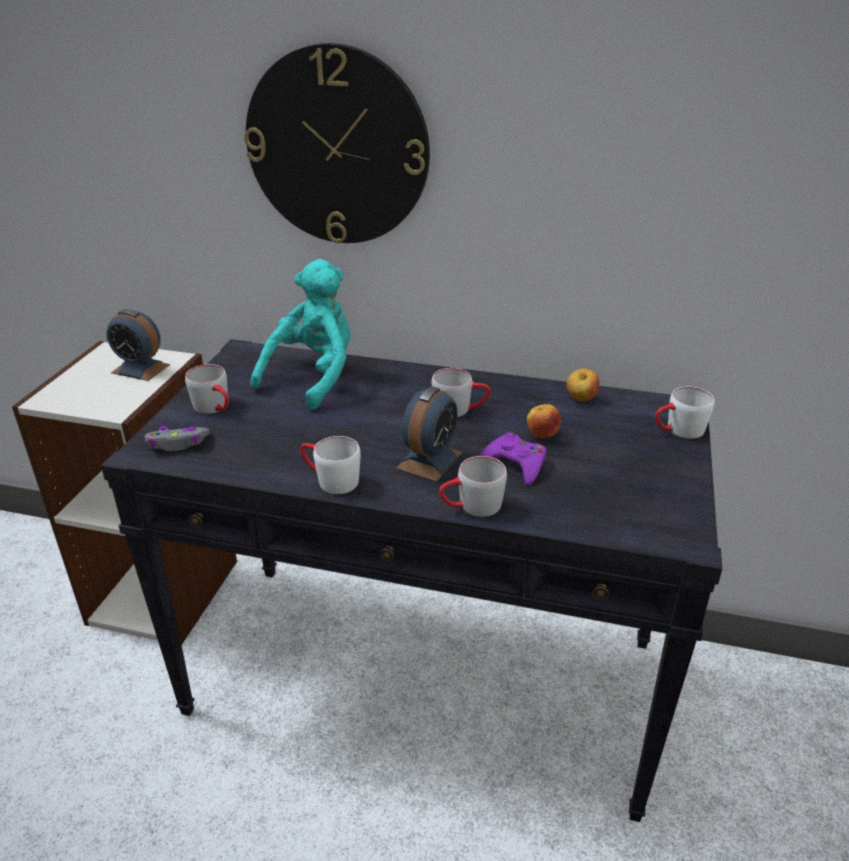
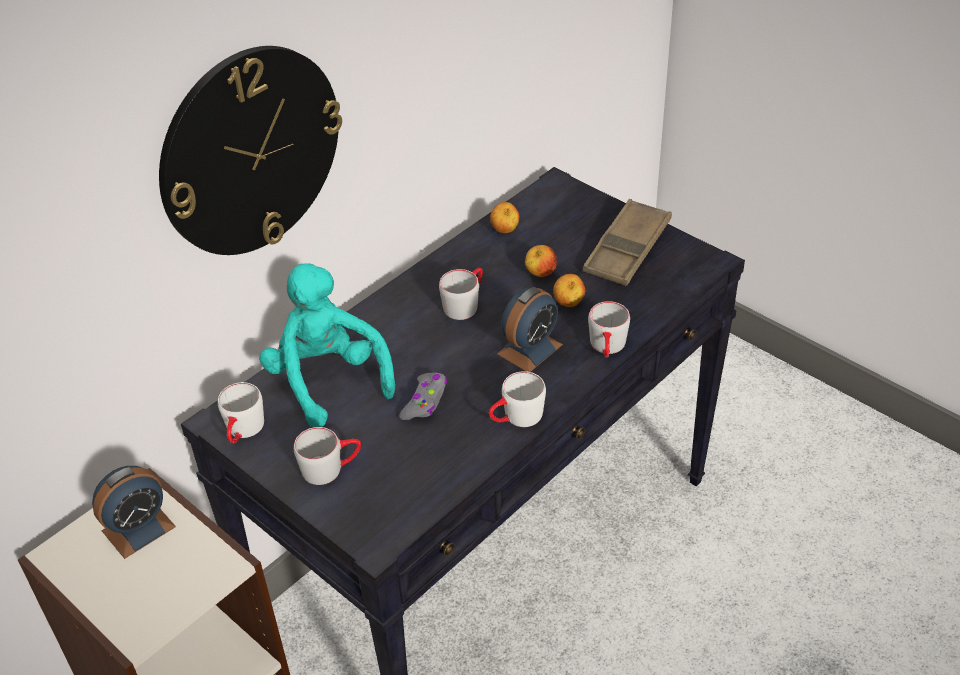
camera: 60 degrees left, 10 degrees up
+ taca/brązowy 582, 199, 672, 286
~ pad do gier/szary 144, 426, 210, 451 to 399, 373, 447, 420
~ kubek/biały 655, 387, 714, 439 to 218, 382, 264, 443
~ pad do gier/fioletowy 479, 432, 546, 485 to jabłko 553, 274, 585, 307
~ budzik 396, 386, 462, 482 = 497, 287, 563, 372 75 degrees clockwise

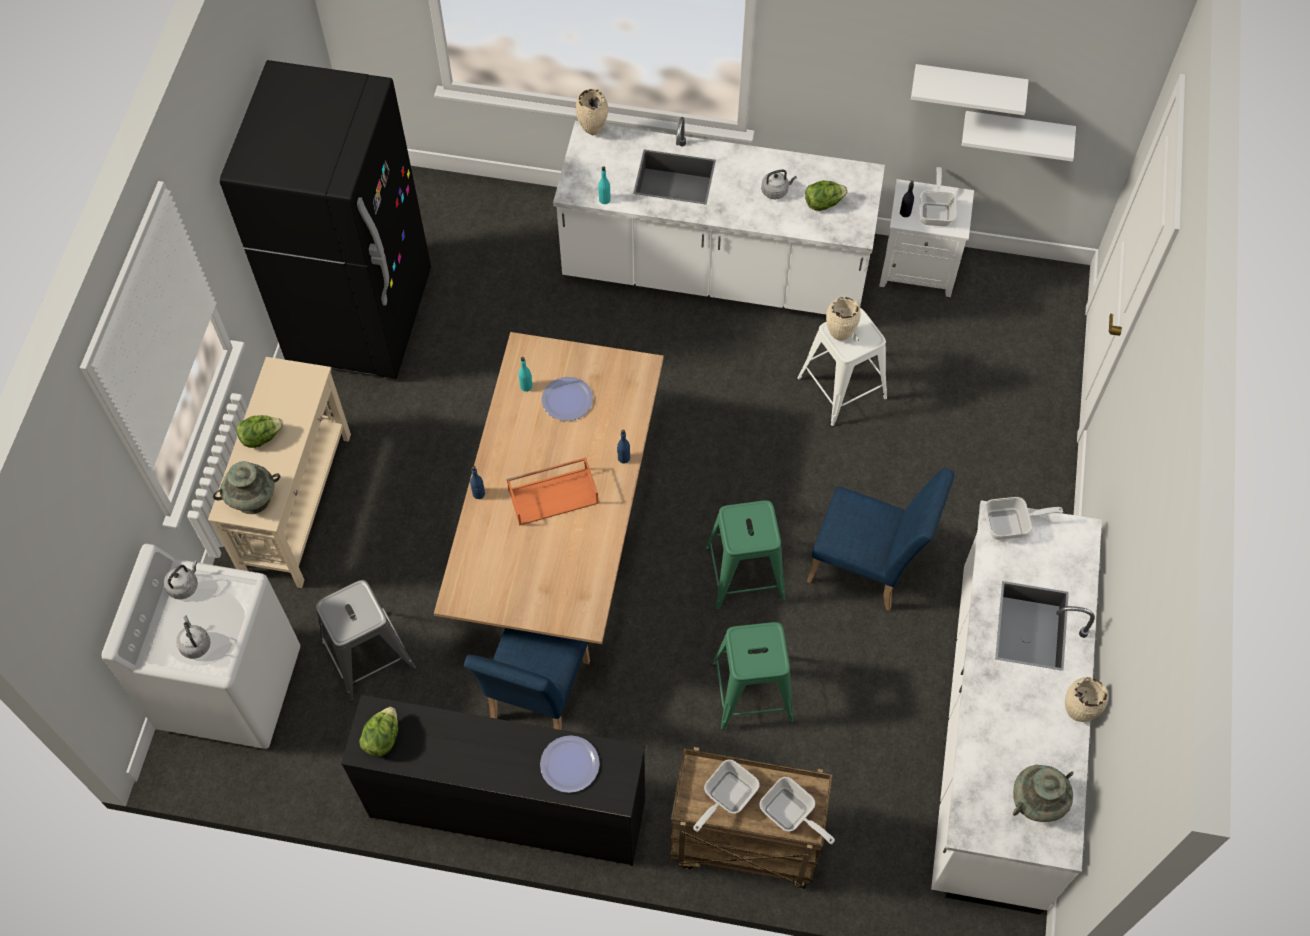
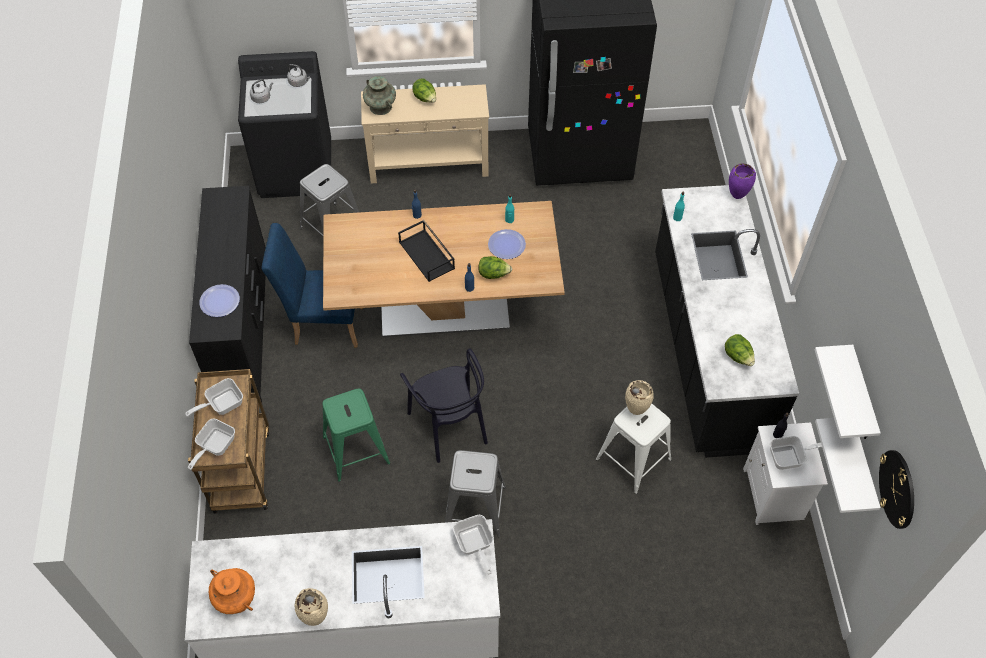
camera: 75 degrees right, 5 degrees down
- czajnik/szary 761, 169, 797, 199
+ zegar ścienny 879, 450, 914, 529
~ sałata 359, 707, 398, 757 to 478, 256, 512, 279
~ stołek/zielony 704, 500, 785, 610 to krzesło/czarny 400, 348, 488, 463
~ krzesło/niebieski 807, 468, 954, 611 to stołek/szary 445, 450, 506, 537
~ pralka/biały 101, 544, 300, 749 to pralka/czarny 238, 51, 331, 198
~ taca/pomarańczowy 506, 457, 599, 526 to taca/czarny 398, 220, 455, 282
~ zabudowa kuchenna/biały 553, 117, 885, 314 to zabudowa kuchenna/czarny 655, 185, 799, 458
~ wazon/beżowy 576, 89, 608, 135 to wazon/fioletowy 729, 164, 756, 199
~ wazon/turkusowy 1013, 765, 1074, 822 to wazon/pomarańczowy 209, 568, 255, 614
~ patelnia 693, 759, 760, 832 = 185, 378, 243, 417 60 degrees counterclockwise

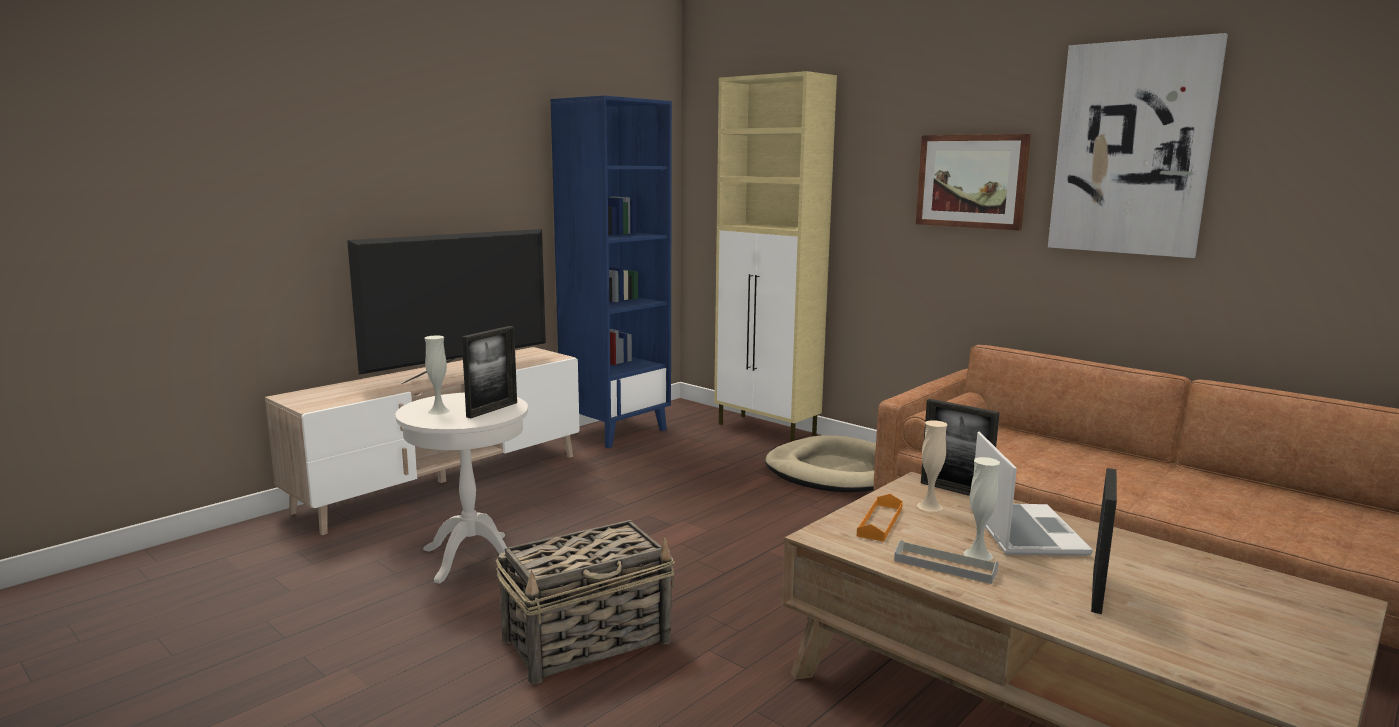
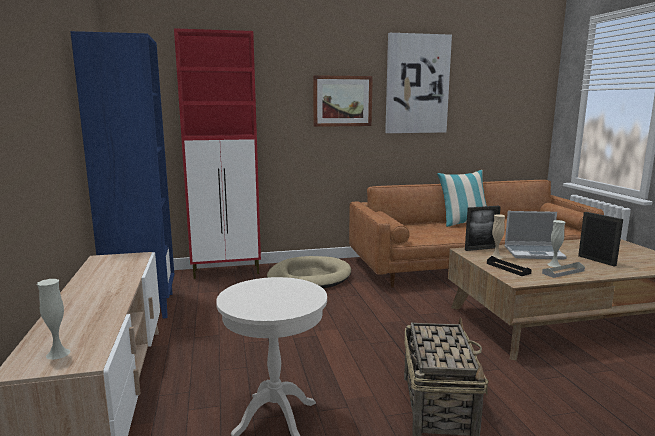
camera: 55 degrees left, 0 degrees up
- telewizor 347, 229, 546, 384
- ramka na zdjęcie 462, 326, 517, 418
+ poduszka 437, 170, 487, 227
~ wazon/biały 424, 335, 450, 415 to 37, 279, 71, 360
~ szafka/beżowy 714, 71, 837, 442 to szafka/czerwony 174, 28, 261, 279
~ taca/pomarańczowy 857, 494, 903, 542 to taca/czarny 487, 256, 532, 276
~ laptop 970, 431, 1093, 556 = 504, 211, 567, 260 150 degrees clockwise

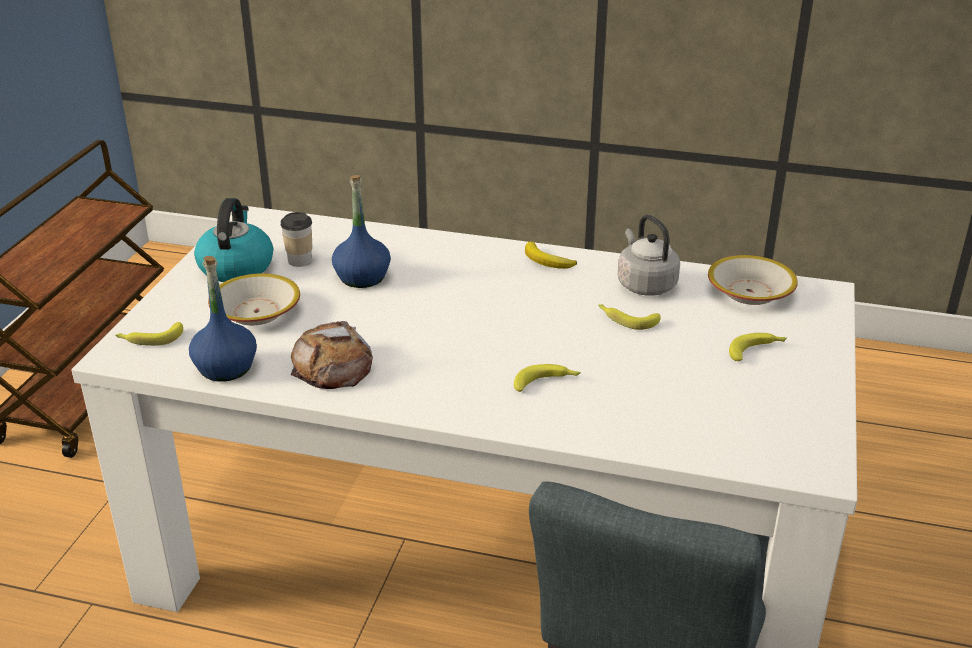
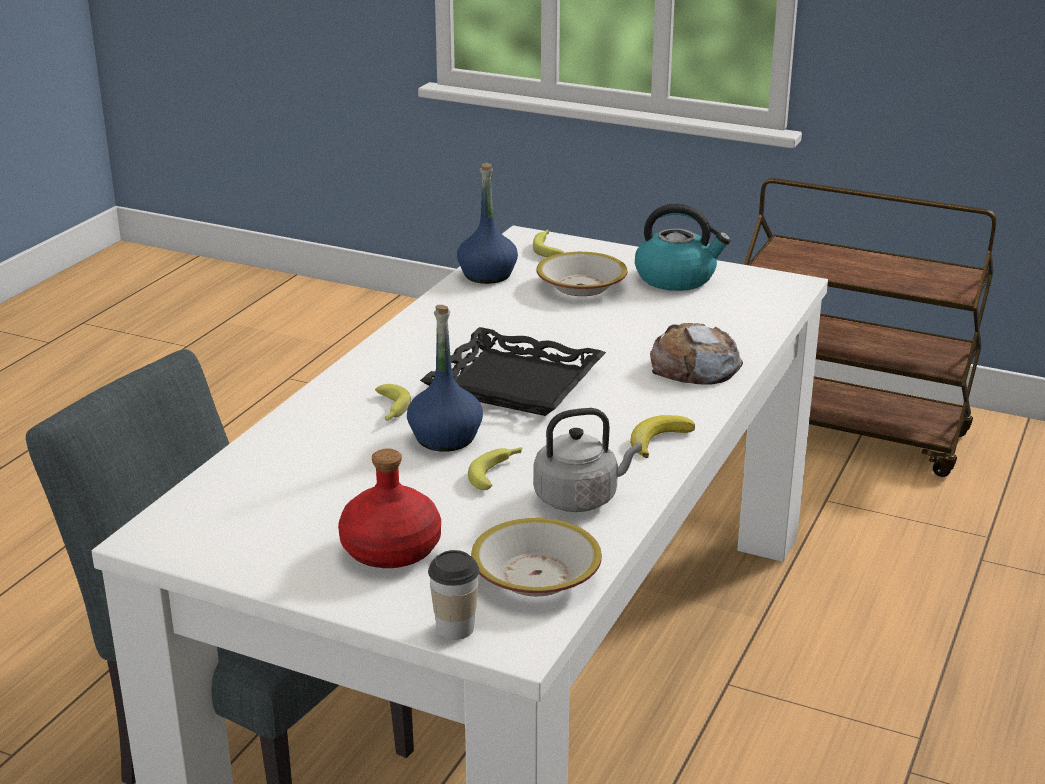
camera: 100 degrees right, 5 degrees down
+ taca/czarny 420, 327, 606, 416
~ filiżanka 281, 212, 312, 267 to 428, 550, 479, 640
~ chleb 291, 321, 373, 389 to 650, 323, 743, 385
~ butelka/niebieski 332, 175, 391, 288 to 407, 305, 483, 452
~ banan 729, 333, 787, 361 to butelka/czerwony 338, 448, 441, 568

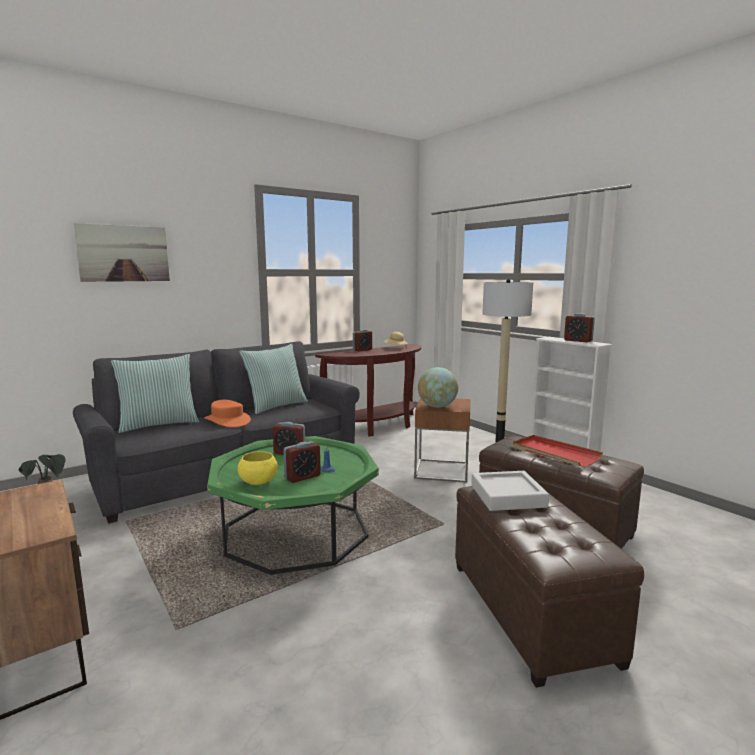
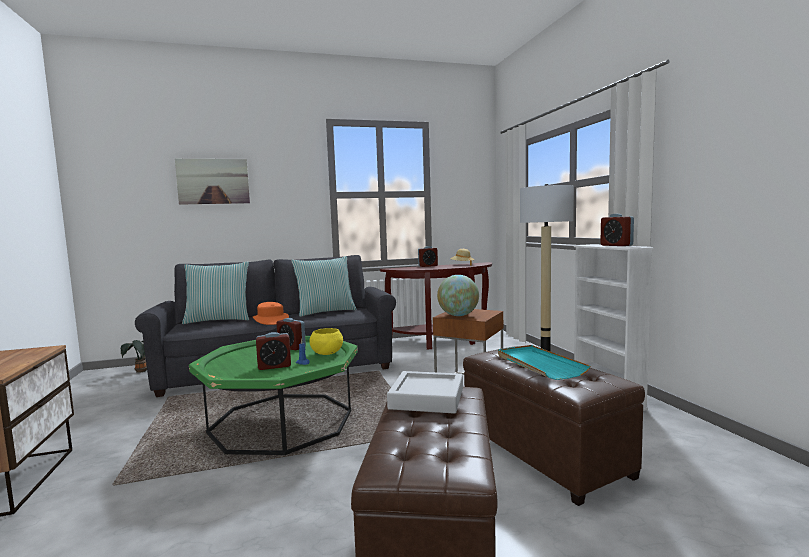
camera: 20 degrees right, 5 degrees down
~ miska/żółty 237, 451, 278, 485 to 309, 328, 343, 355
~ taca/czerwony 512, 435, 603, 467 to taca/turkusowy 498, 345, 590, 380

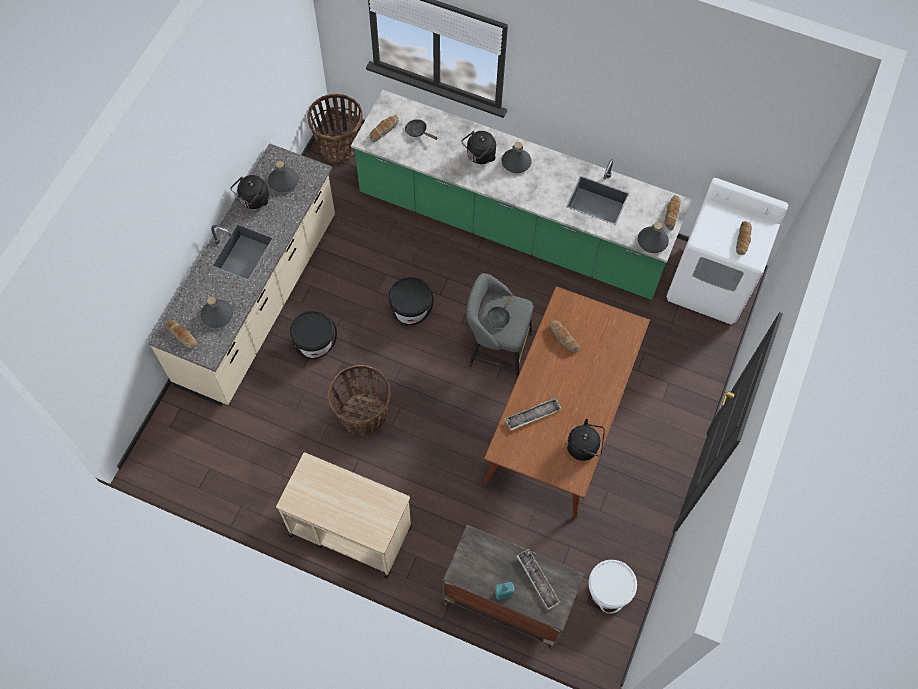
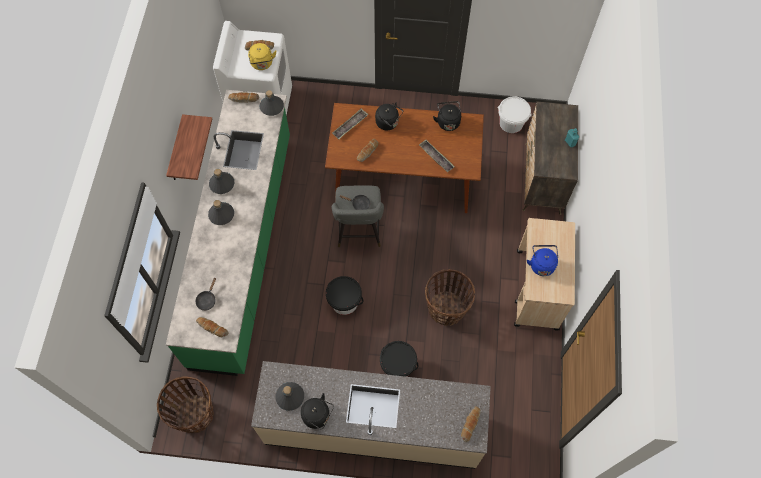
camera: 105 degrees left, 0 degrees up
+ półka 166, 114, 212, 180
+ czajnik/żółty 248, 43, 277, 70
+ czajnik/niebieski 527, 245, 558, 276
~ butelka/szary 201, 297, 233, 328 to 209, 169, 234, 194
~ czajnik/czarny 462, 131, 496, 164 to 375, 103, 403, 130
~ taca 517, 549, 561, 610 to 332, 109, 368, 139

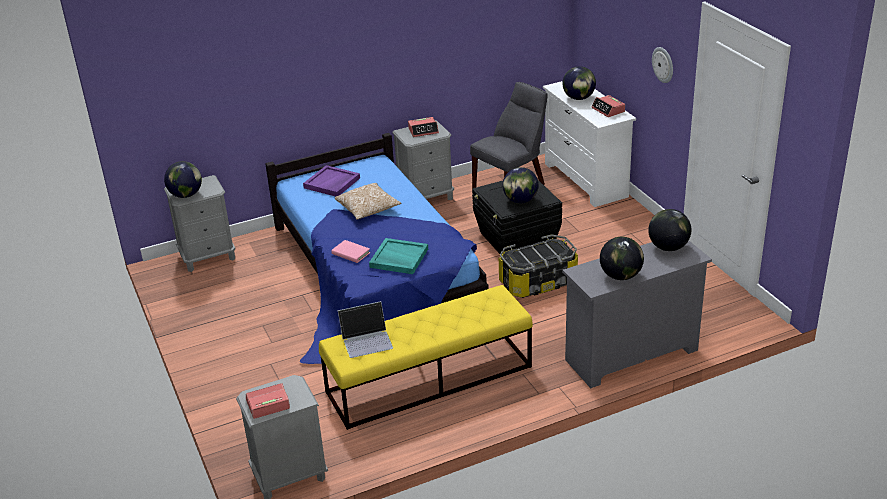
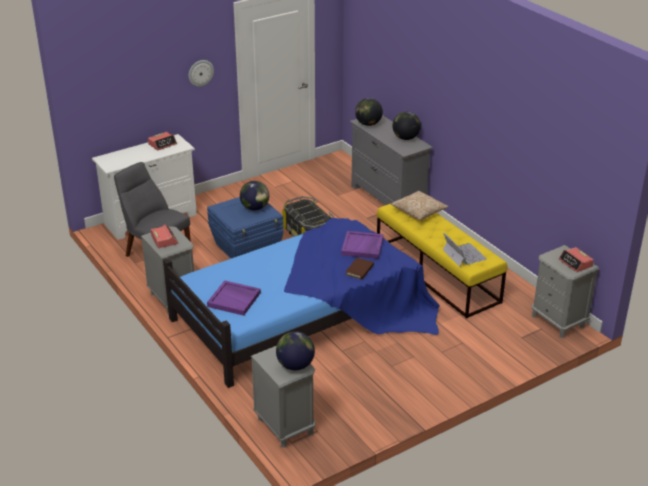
camera: 100 degrees left, 0 degrees up
- globus 562, 66, 596, 100
~ poduszka 335, 183, 402, 220 to 391, 191, 449, 221
~ książka/różowy 331, 240, 370, 263 to książka/brązowy 346, 258, 374, 279
~ taca/turkusowy 369, 238, 428, 274 to taca/fioletowy 341, 231, 384, 259
~ pojemnik do przechowywania/czarny 472, 180, 562, 254 to pojemnik do przechowywania/niebieski 207, 197, 284, 259

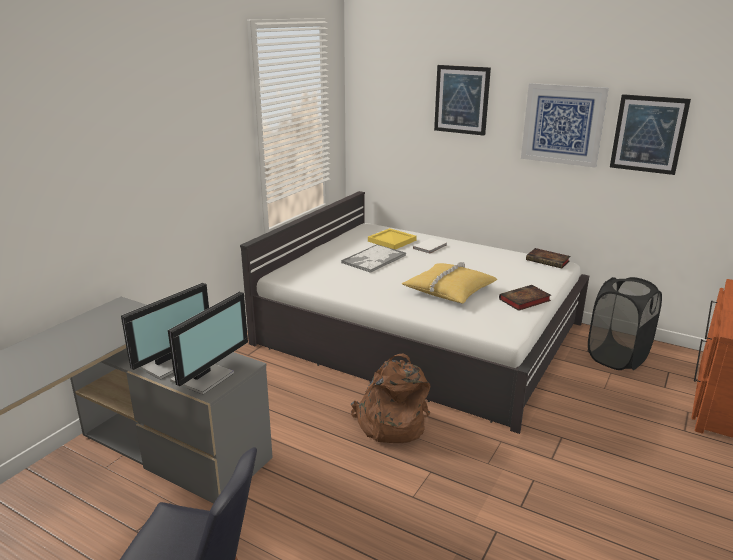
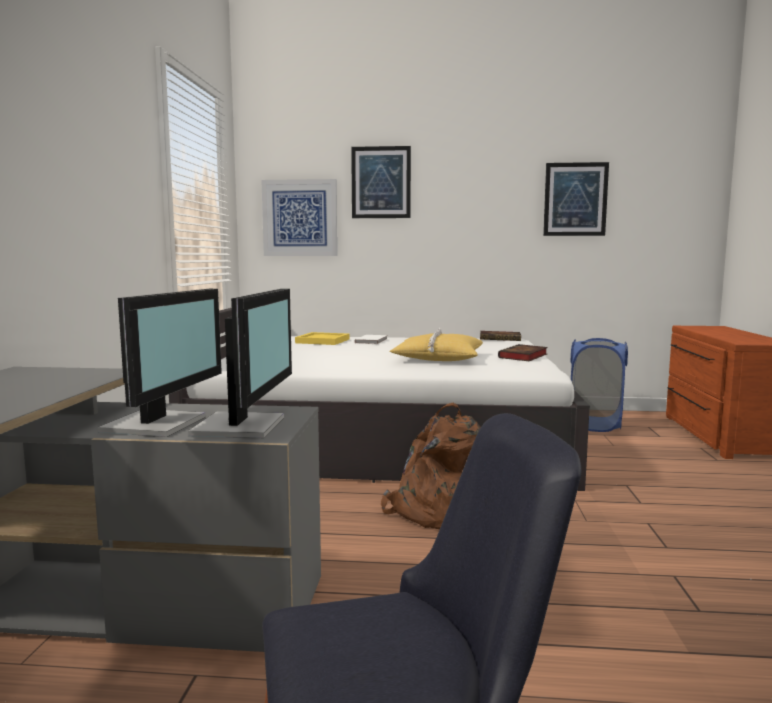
camera: 25 degrees left, 15 degrees down
- taca 341, 245, 406, 273
~ obraz 521, 83, 608, 167 to 261, 179, 337, 256
~ kosz na pranie/czarny 588, 277, 662, 370 to kosz na pranie/niebieski 571, 338, 628, 432

